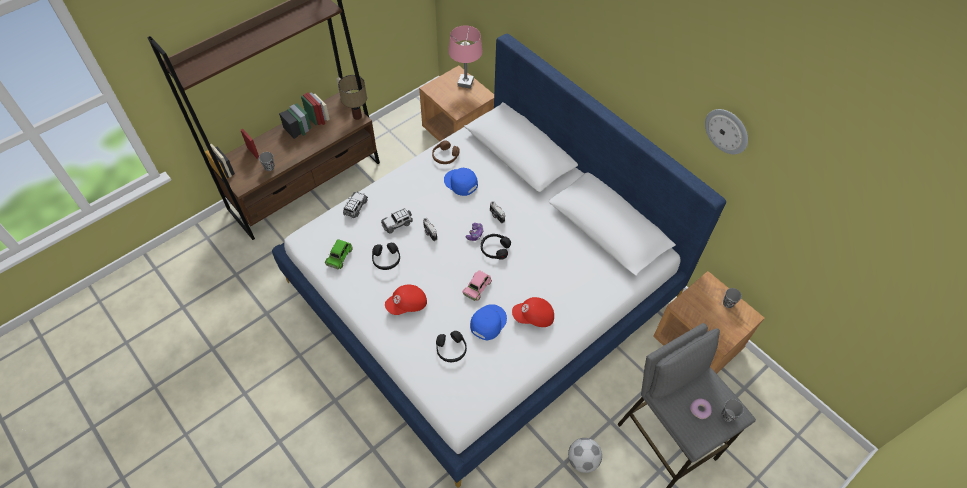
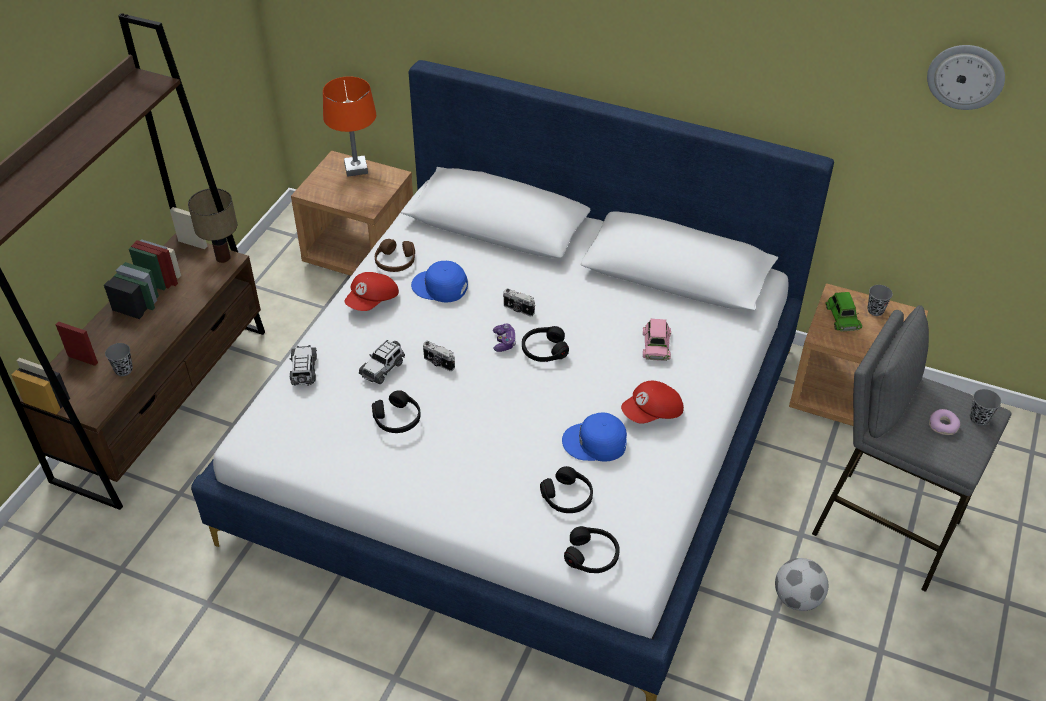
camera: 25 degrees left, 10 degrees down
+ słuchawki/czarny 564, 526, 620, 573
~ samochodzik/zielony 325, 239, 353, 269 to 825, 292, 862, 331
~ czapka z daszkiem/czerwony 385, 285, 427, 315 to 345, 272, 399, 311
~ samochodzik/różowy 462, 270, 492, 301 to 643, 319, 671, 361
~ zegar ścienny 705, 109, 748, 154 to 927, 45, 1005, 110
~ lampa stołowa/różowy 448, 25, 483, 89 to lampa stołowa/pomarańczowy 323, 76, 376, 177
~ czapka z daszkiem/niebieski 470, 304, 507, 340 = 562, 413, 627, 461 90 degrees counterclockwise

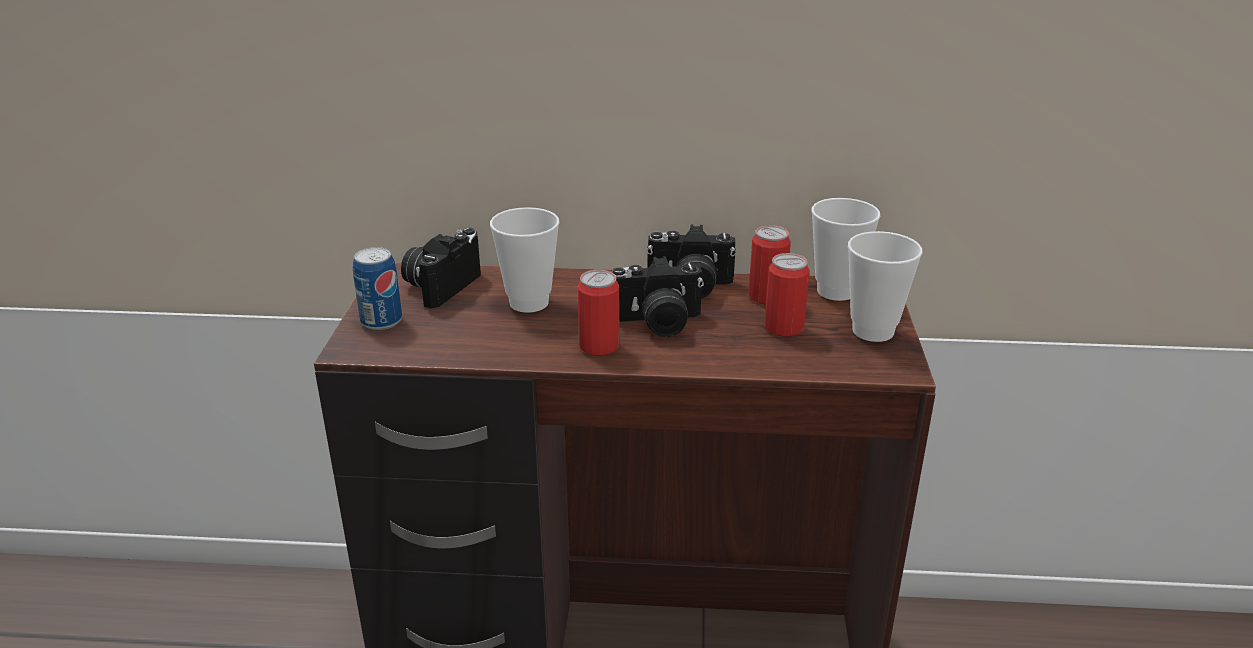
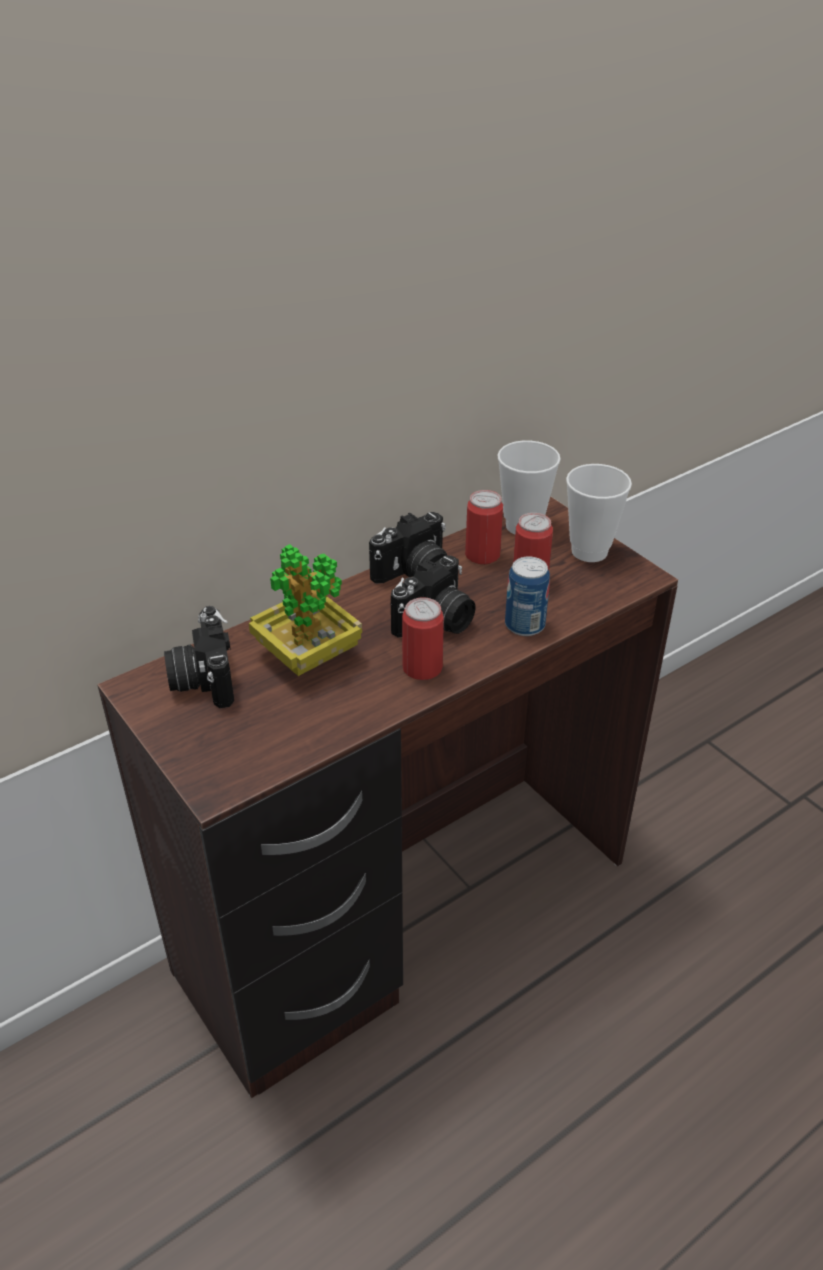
camera: 40 degrees left, 10 degrees up
~ puszka 353, 247, 402, 330 to 505, 556, 550, 636
~ filiżanka 490, 207, 560, 313 to roślina doniczkowa 249, 544, 362, 676

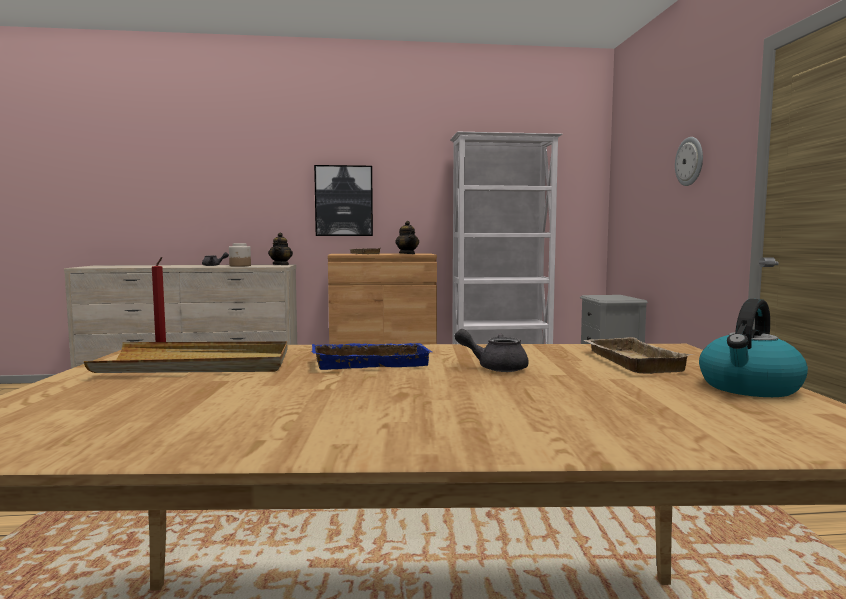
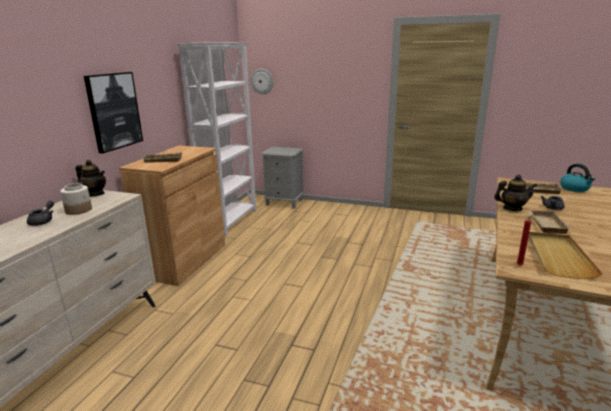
camera: 65 degrees left, 15 degrees up
~ imbryk 395, 221, 419, 254 to 494, 175, 537, 211
~ zegar ścienny 675, 137, 703, 186 to 251, 69, 274, 94
~ taca/niebieski 311, 343, 432, 370 to taca/beżowy 528, 210, 570, 234

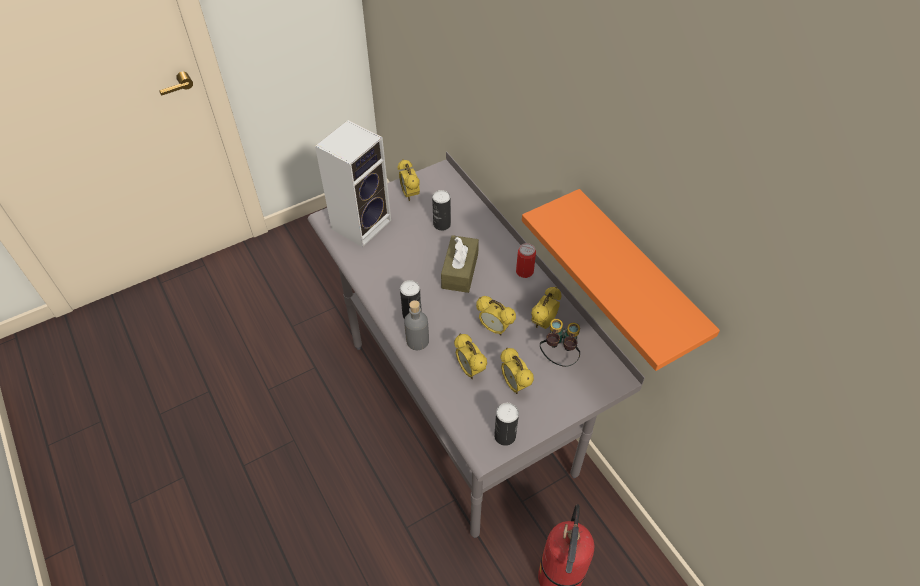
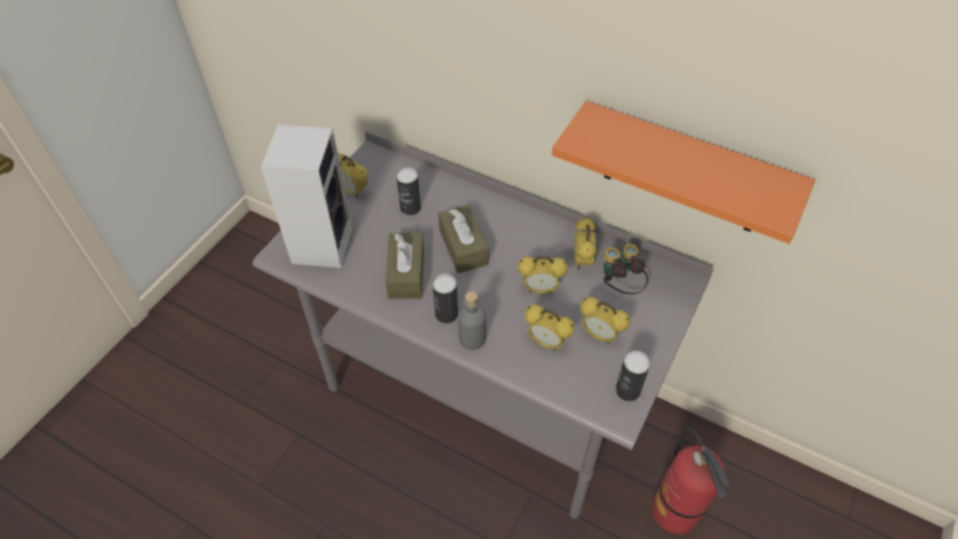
camera: 30 degrees left, 0 degrees up
- puszka 516, 243, 536, 278
+ pudełko chusteczek/brązowy 386, 233, 424, 299

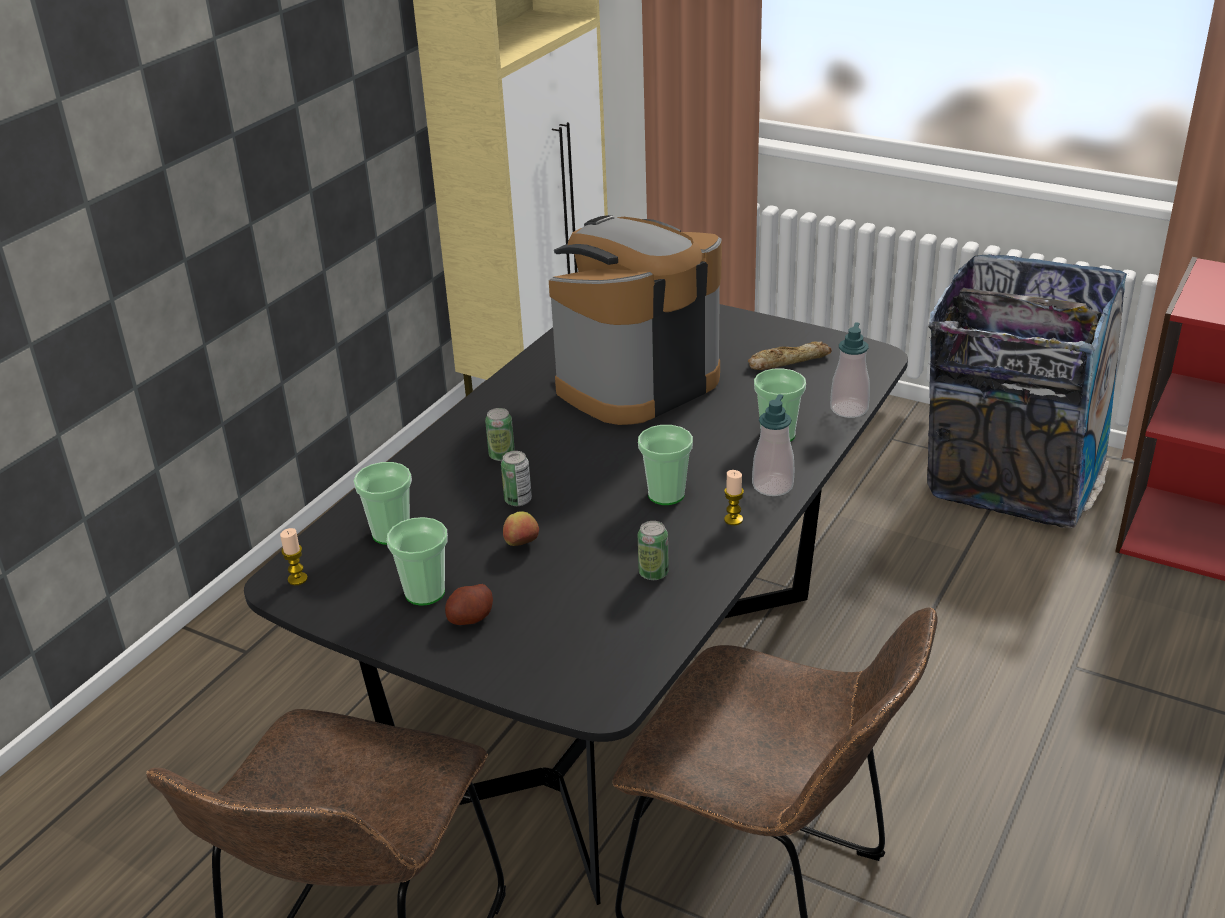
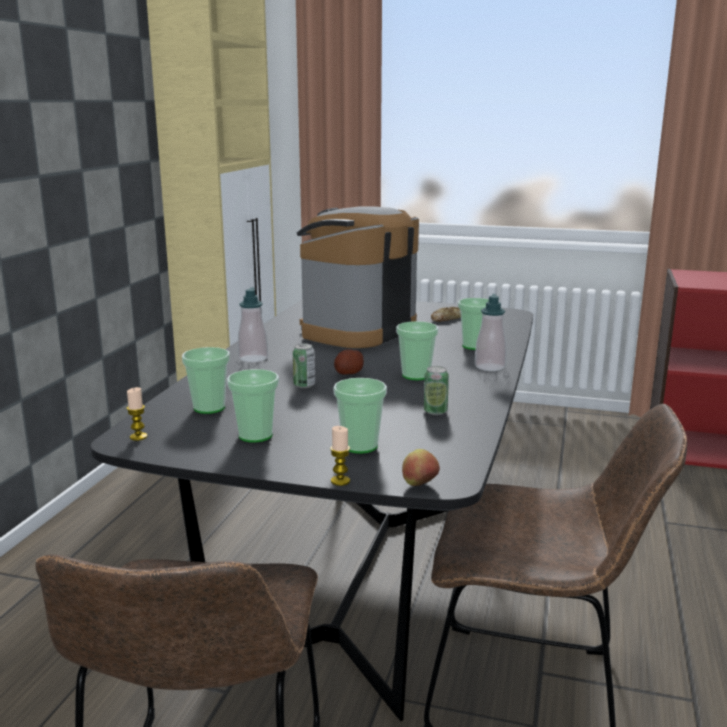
camera: 15 degrees left, 15 degrees down
- puszka 485, 408, 515, 461
- kosz na śmieci 927, 254, 1127, 528
+ filiżanka 333, 378, 387, 454
~ ziemniak 445, 584, 493, 625 to 334, 349, 364, 375
~ jabłko 503, 511, 539, 546 to 402, 449, 440, 486
~ świeca 724, 470, 744, 525 to 330, 426, 350, 486
~ dozownik mydła 830, 323, 870, 418 to 238, 287, 268, 362

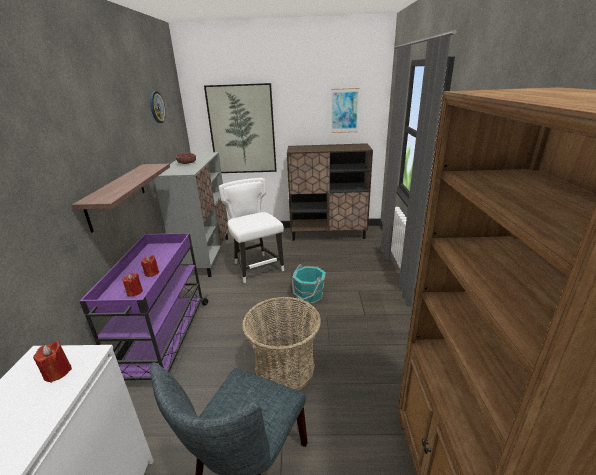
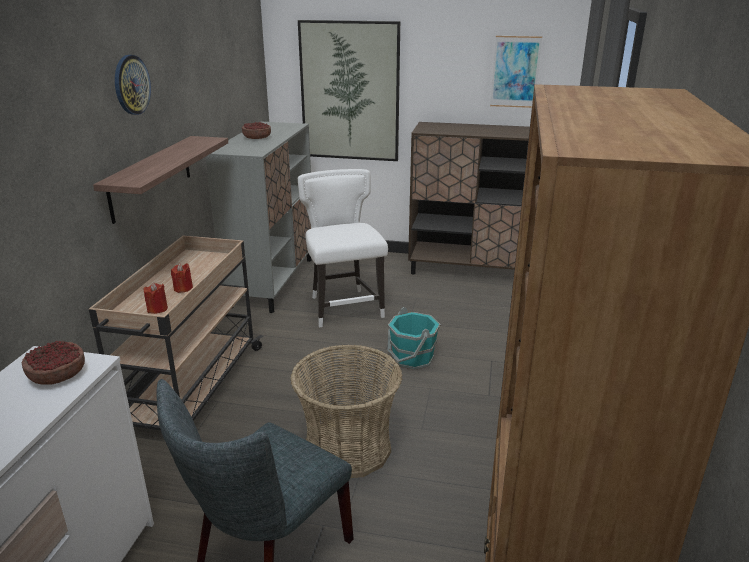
camera: 10 degrees right, 0 degrees up
~ zegar ścienny 150, 91, 166, 123 to 115, 55, 151, 115
~ świeca/czerwony 33, 341, 72, 383 to miska 22, 341, 85, 385
~ wózek/fioletowy 79, 233, 209, 380 to wózek/beżowy 89, 236, 263, 430

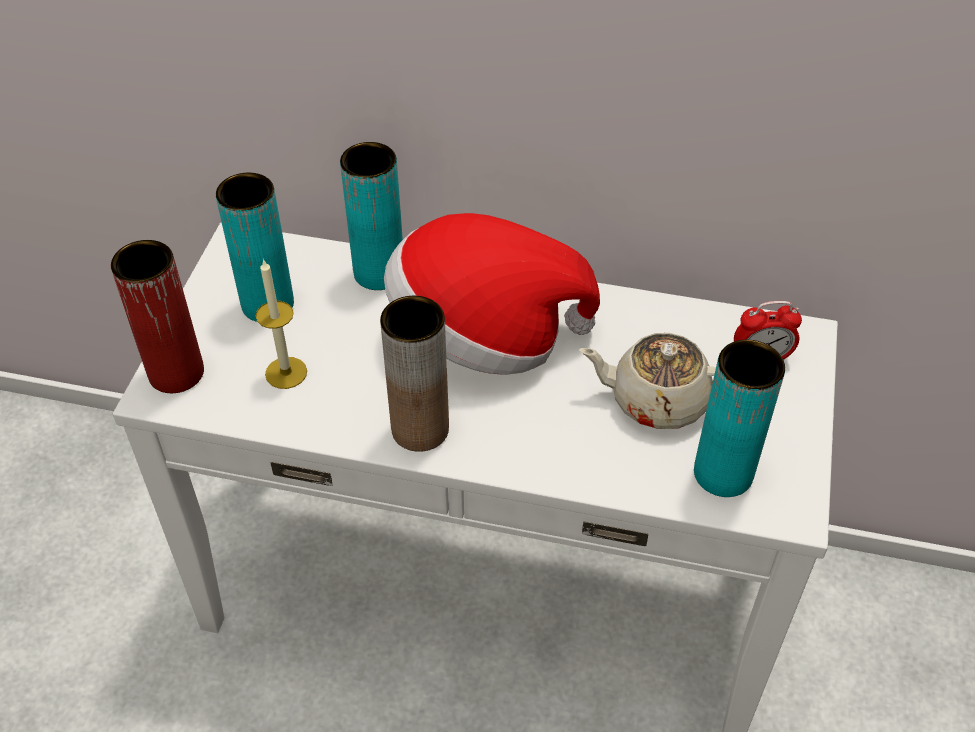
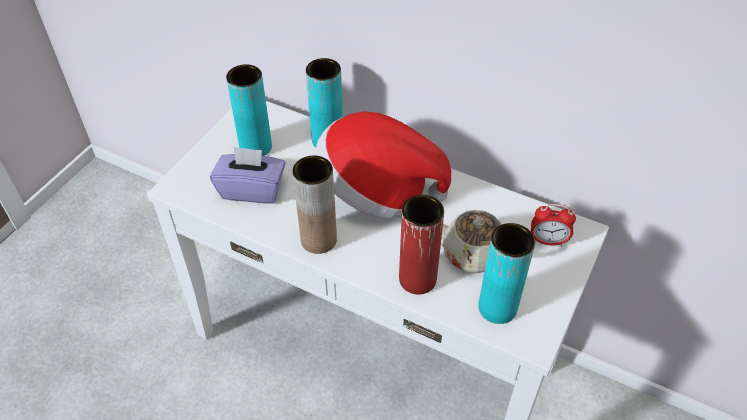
camera: 15 degrees right, 0 degrees up
~ wazon/czerwony 111, 240, 204, 393 to 399, 195, 444, 295
~ świeca 256, 259, 307, 389 to pudełko chusteczek/fioletowy 210, 146, 285, 204

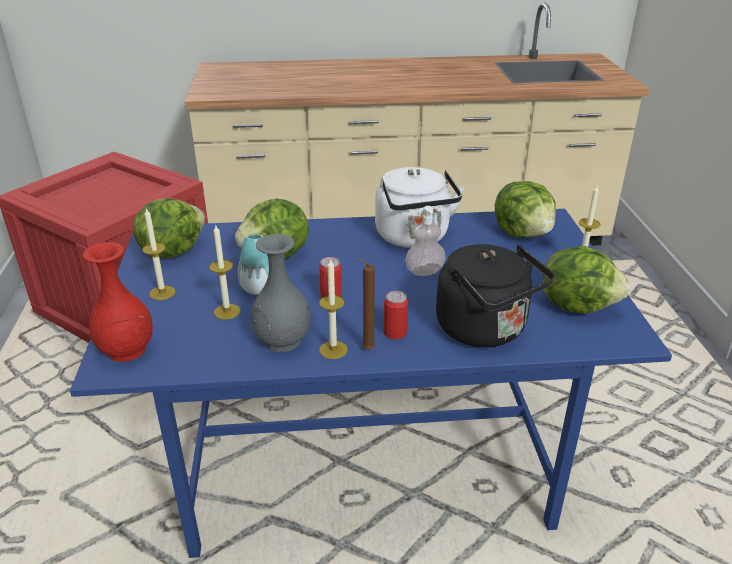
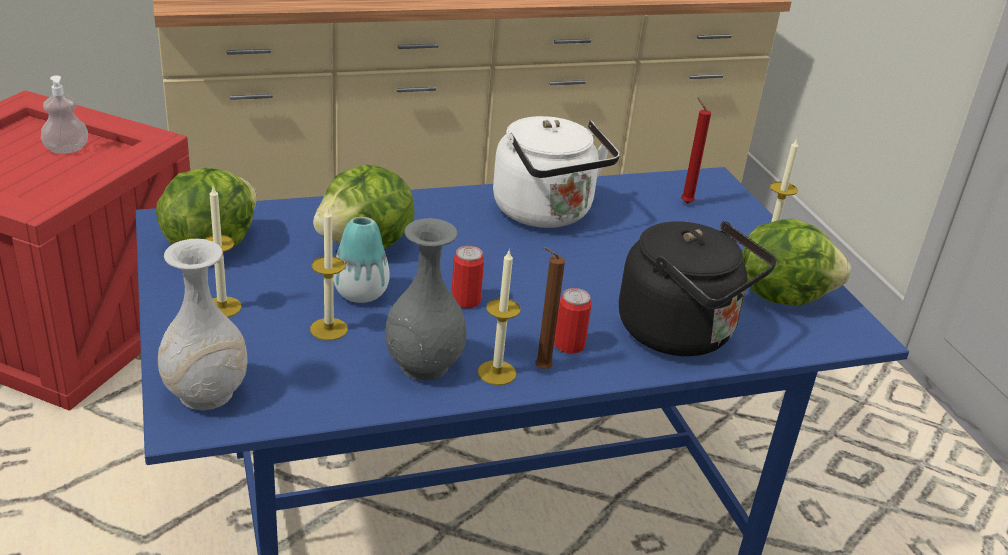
camera: 15 degrees left, 0 degrees up
~ dozownik mydła 405, 206, 446, 276 to 41, 75, 88, 154
~ sałata 495, 181, 556, 238 to świeca/czerwony 681, 97, 711, 204
~ wazon/czerwony 83, 242, 153, 362 to wazon/biały 158, 239, 248, 410

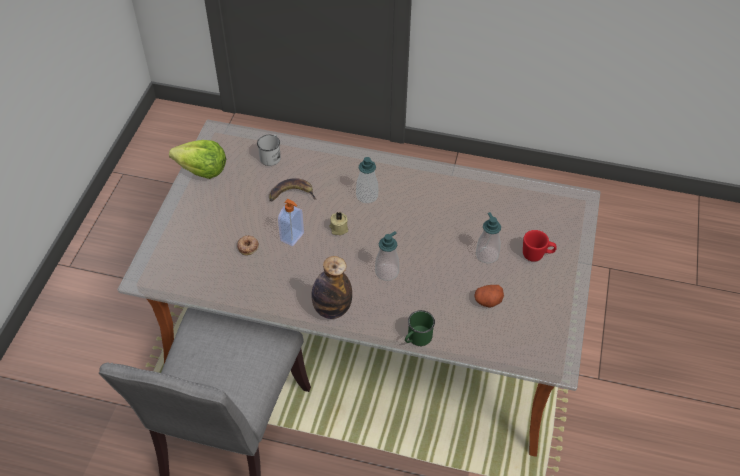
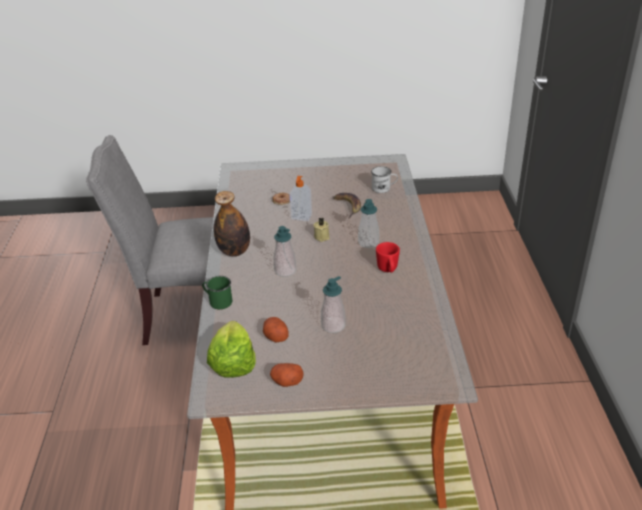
camera: 75 degrees right, 15 degrees down
+ ziemniak 270, 363, 303, 387
~ sałata 169, 140, 226, 179 to 207, 321, 256, 378
~ kubek/czerwony 523, 230, 557, 262 to 376, 242, 400, 272

